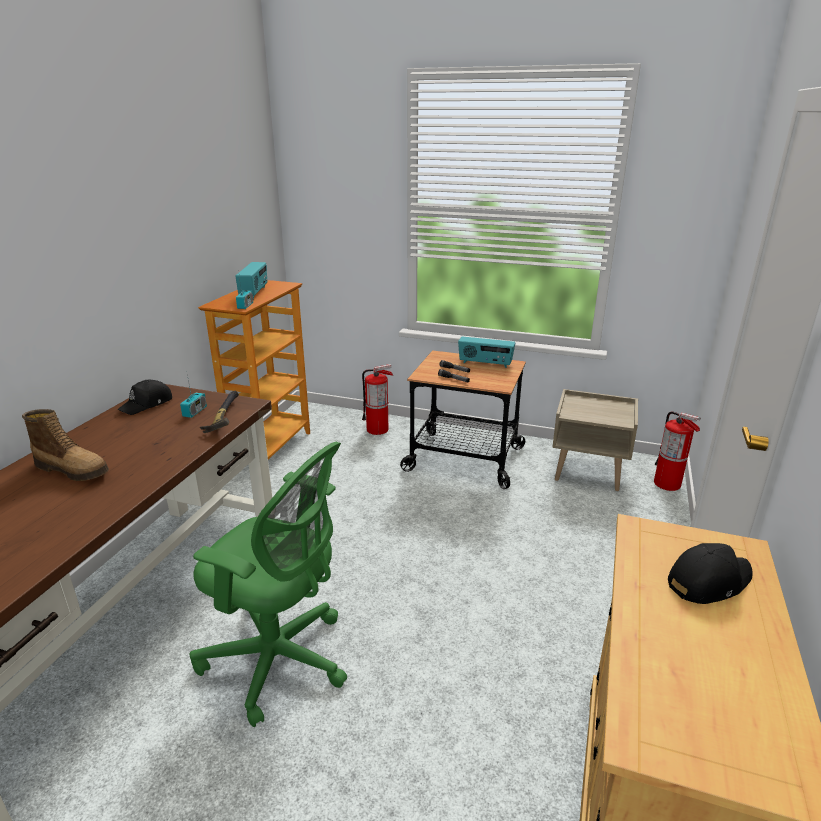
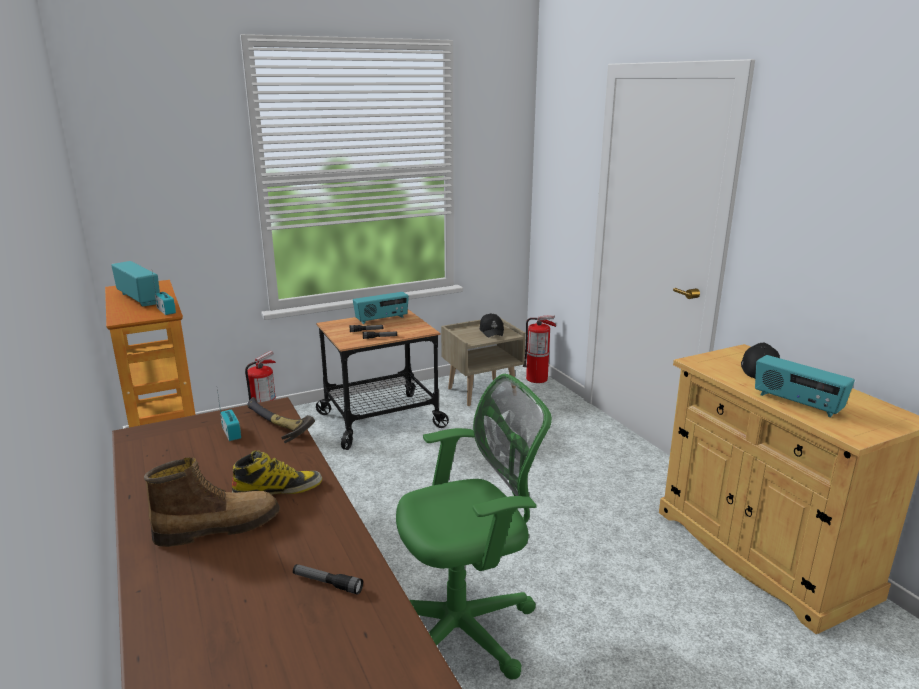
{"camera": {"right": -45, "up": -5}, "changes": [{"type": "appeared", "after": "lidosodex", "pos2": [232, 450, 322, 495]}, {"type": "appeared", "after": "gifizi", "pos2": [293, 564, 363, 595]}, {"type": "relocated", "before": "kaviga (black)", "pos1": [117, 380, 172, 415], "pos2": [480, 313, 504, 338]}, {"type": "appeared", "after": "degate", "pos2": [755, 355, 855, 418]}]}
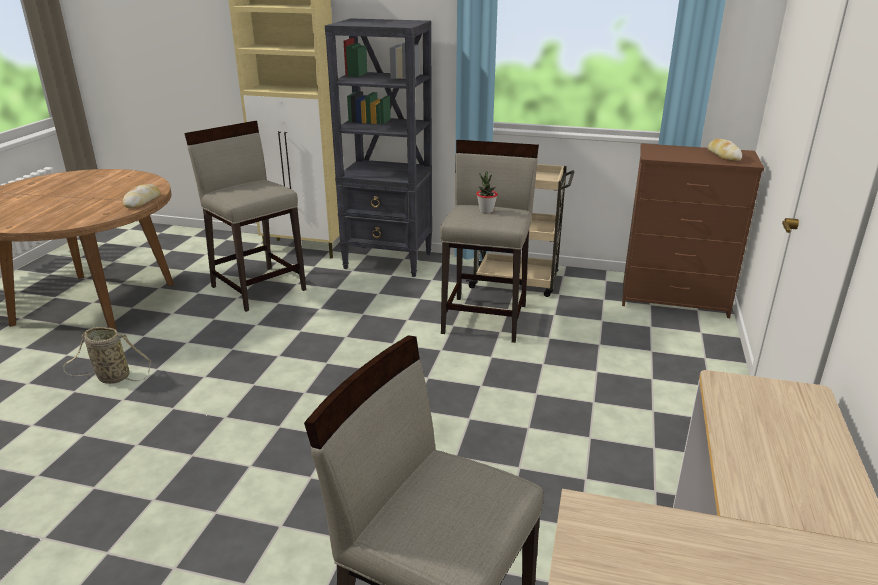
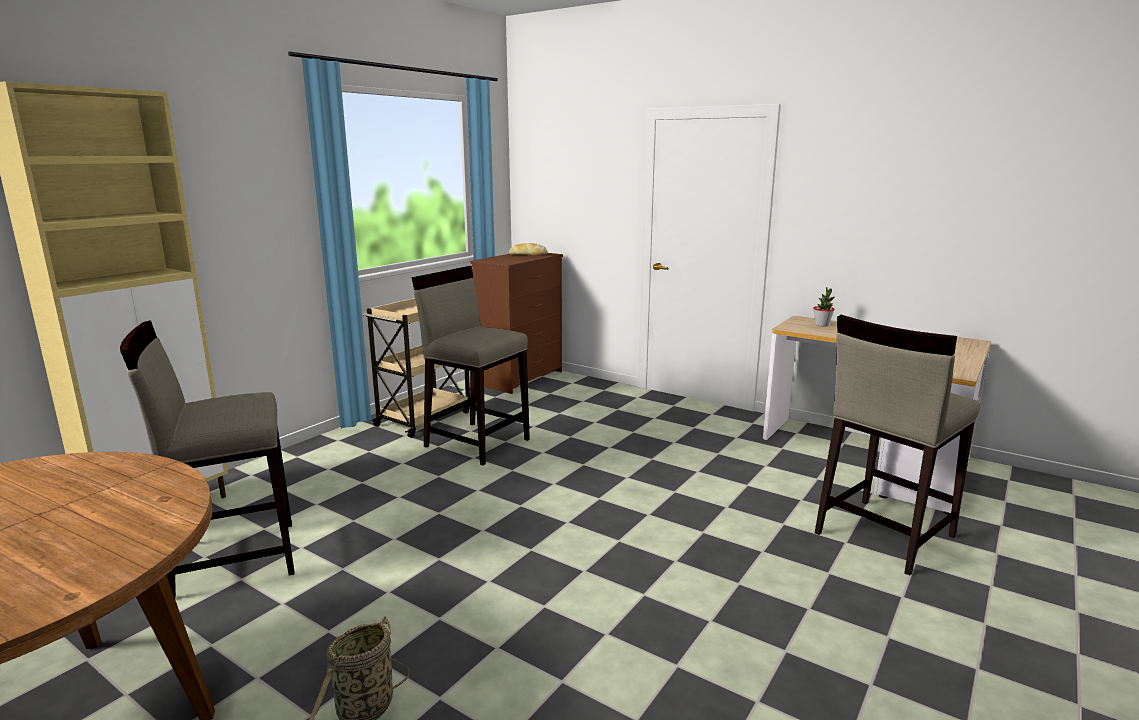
{"camera": {"right": -70, "up": -10}, "changes": [{"type": "relocated", "before": "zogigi", "pos1": [476, 172, 498, 213], "pos2": [813, 287, 835, 327]}, {"type": "missing", "before": "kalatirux", "pos1": [123, 184, 161, 208]}, {"type": "missing", "before": "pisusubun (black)", "pos1": [325, 18, 432, 277]}]}
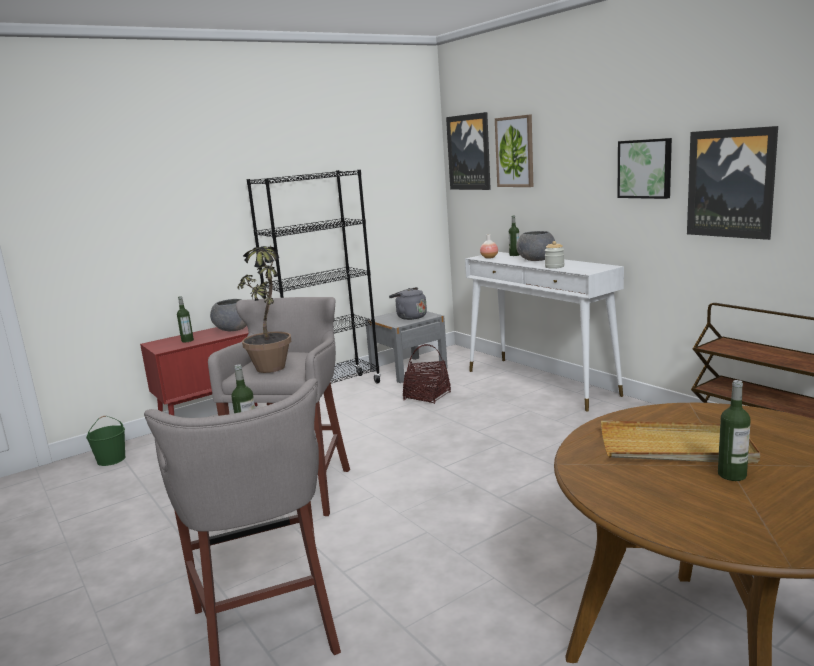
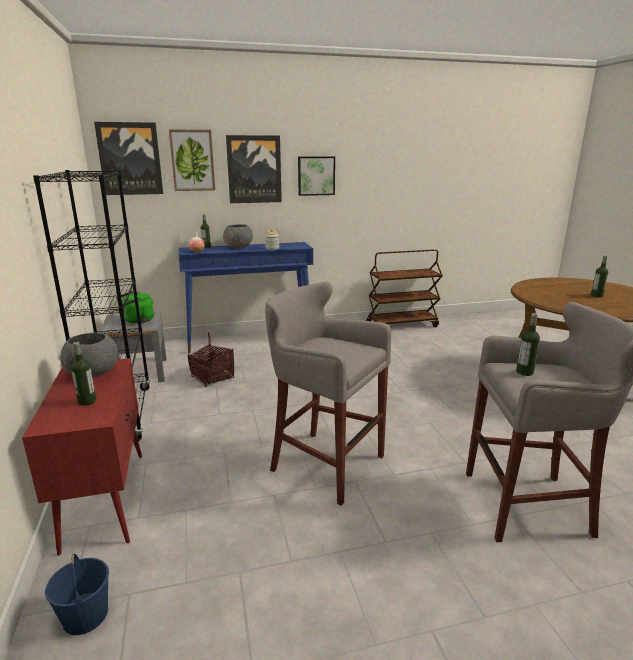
{"camera": {"right": -70, "up": 5}, "changes": [{"type": "colour", "before": "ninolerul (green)", "after": "ninolerul (blue)", "pos1": [86, 416, 126, 466], "pos2": [45, 554, 109, 635]}, {"type": "colour", "before": "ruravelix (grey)", "after": "ruravelix (green)", "pos1": [389, 287, 427, 320], "pos2": [116, 291, 154, 323]}, {"type": "colour", "before": "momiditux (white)", "after": "momiditux (blue)", "pos1": [465, 252, 624, 411], "pos2": [179, 242, 313, 353]}, {"type": "relocated", "before": "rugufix", "pos1": [687, 126, 778, 240], "pos2": [226, 135, 282, 203]}, {"type": "missing", "before": "zogigi", "pos1": [238, 246, 291, 373]}, {"type": "missing", "before": "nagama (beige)", "pos1": [601, 421, 760, 464]}]}
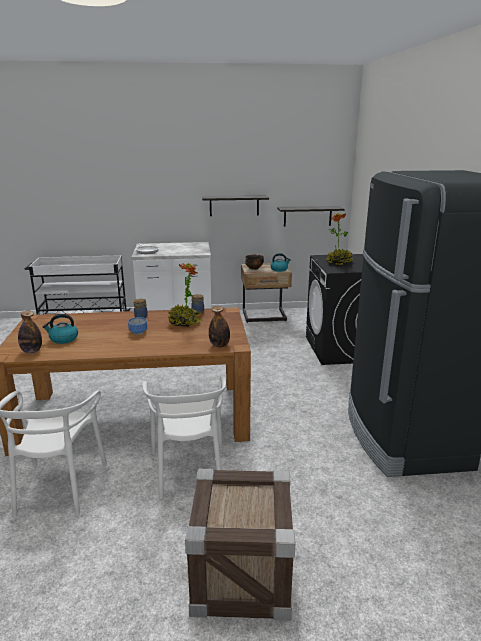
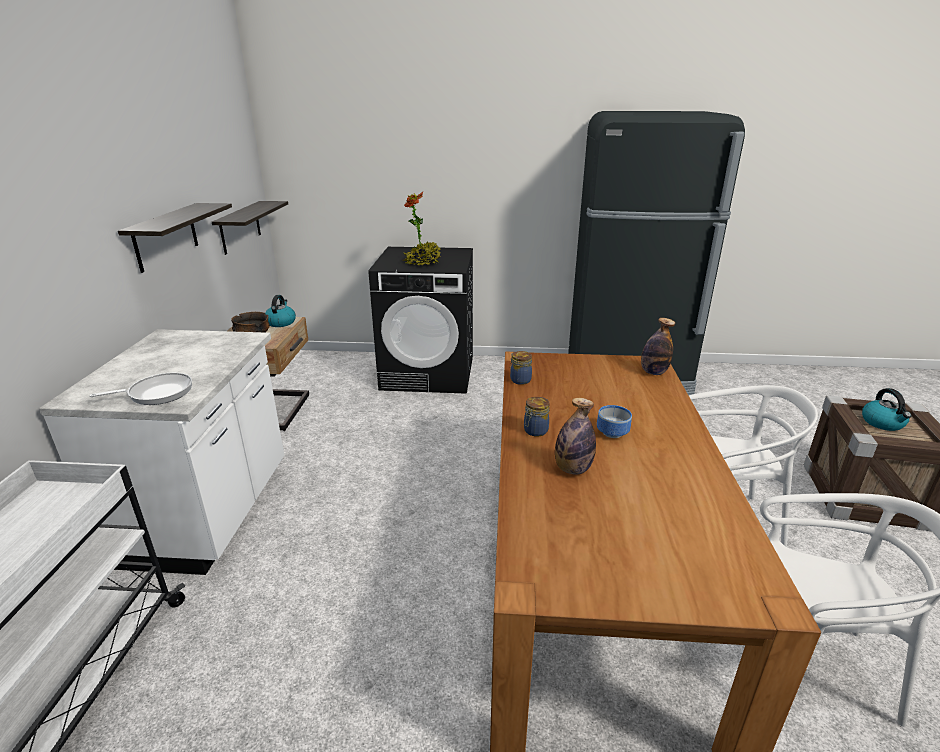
{"camera": {"right": -80, "up": 5}, "changes": [{"type": "relocated", "before": "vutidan", "pos1": [18, 311, 42, 353], "pos2": [555, 398, 596, 474]}, {"type": "relocated", "before": "ruravelix", "pos1": [43, 314, 78, 344], "pos2": [862, 388, 912, 431]}, {"type": "missing", "before": "zogigi", "pos1": [168, 263, 202, 327]}]}
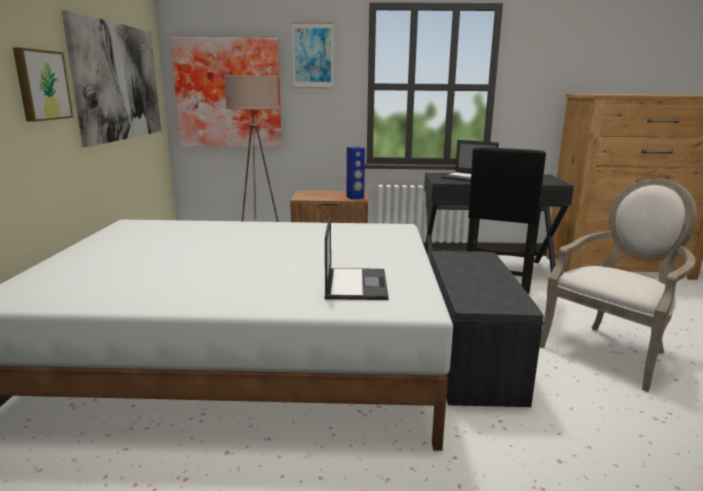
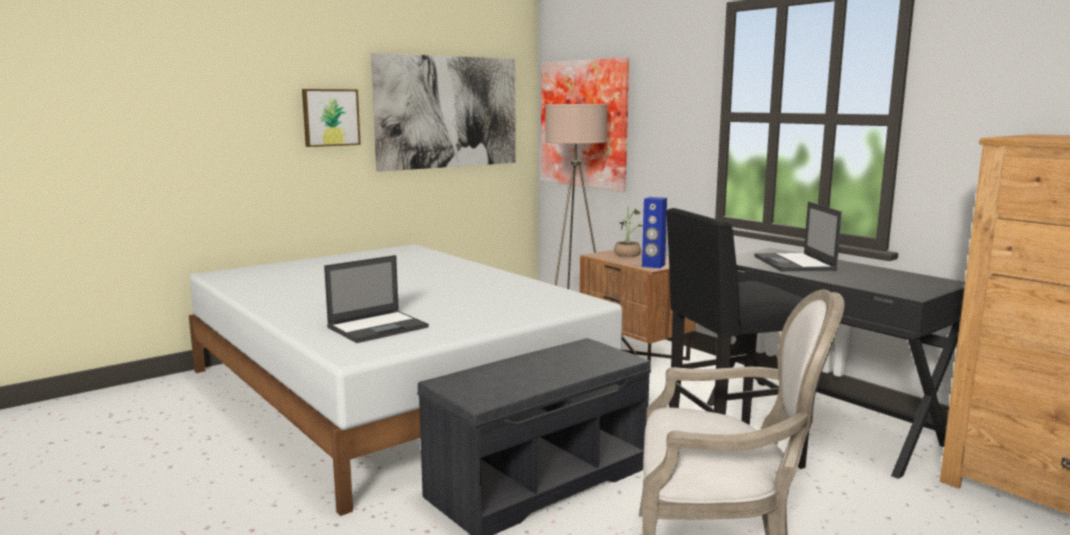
{"camera": {"right": 50, "up": -5}, "changes": [{"type": "appeared", "after": "zogigi", "pos2": [614, 206, 643, 257]}, {"type": "missing", "before": "rugufix", "pos1": [292, 22, 333, 88]}]}
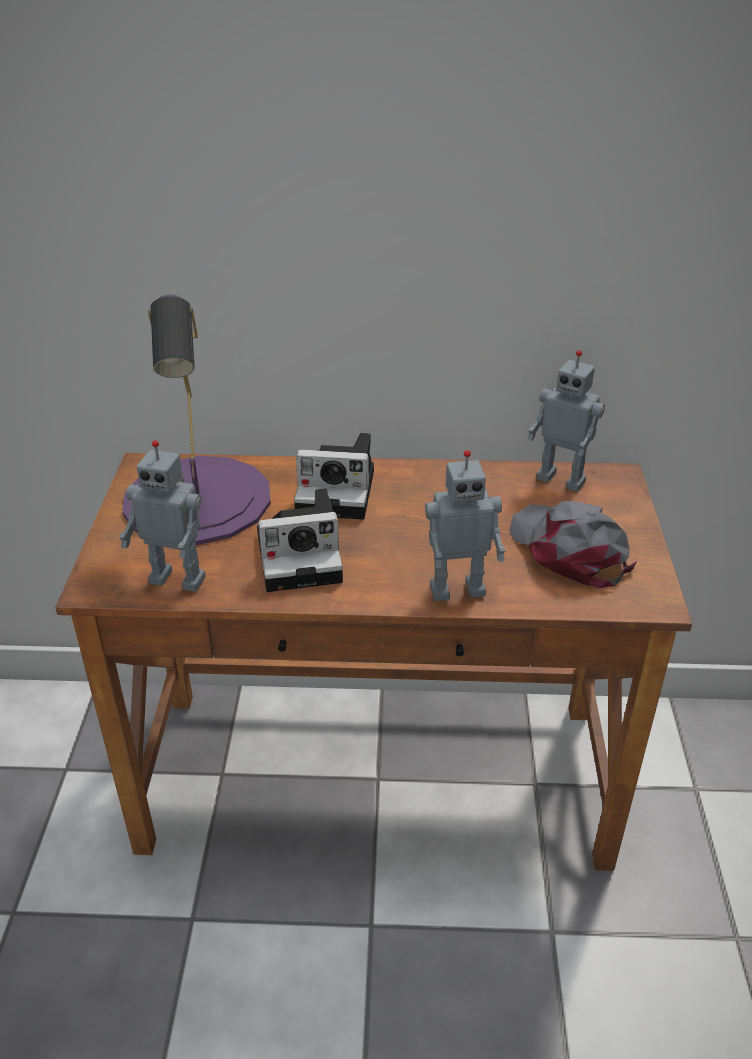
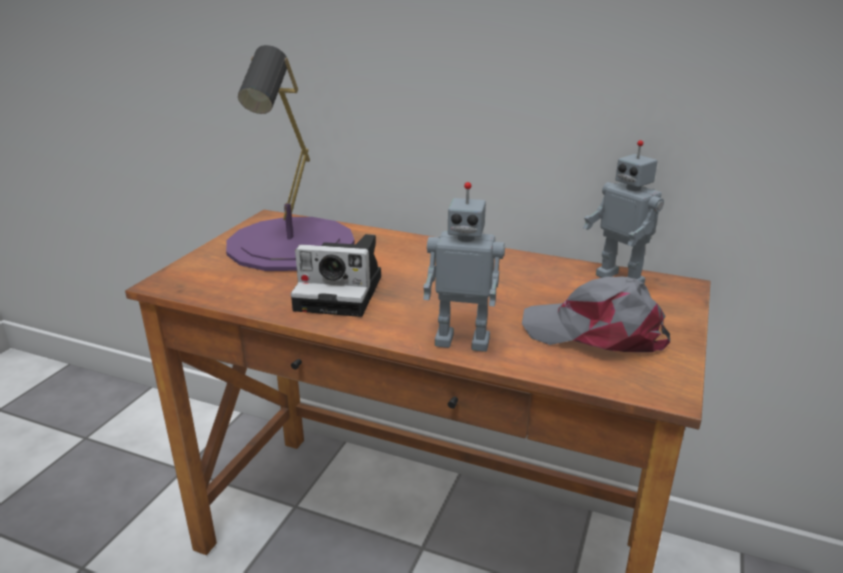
{"camera": {"right": 20, "up": -10}, "changes": [{"type": "spun", "before": "kaviga (grey)", "pos1": [509, 501, 637, 588], "pos2": [522, 276, 670, 352], "turn": -60}, {"type": "missing", "before": "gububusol", "pos1": [119, 440, 206, 592]}, {"type": "missing", "before": "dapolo", "pos1": [294, 433, 374, 520]}]}
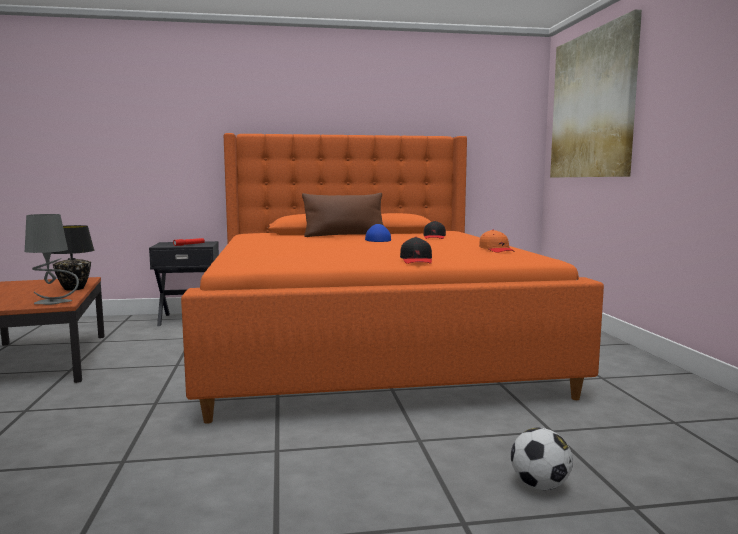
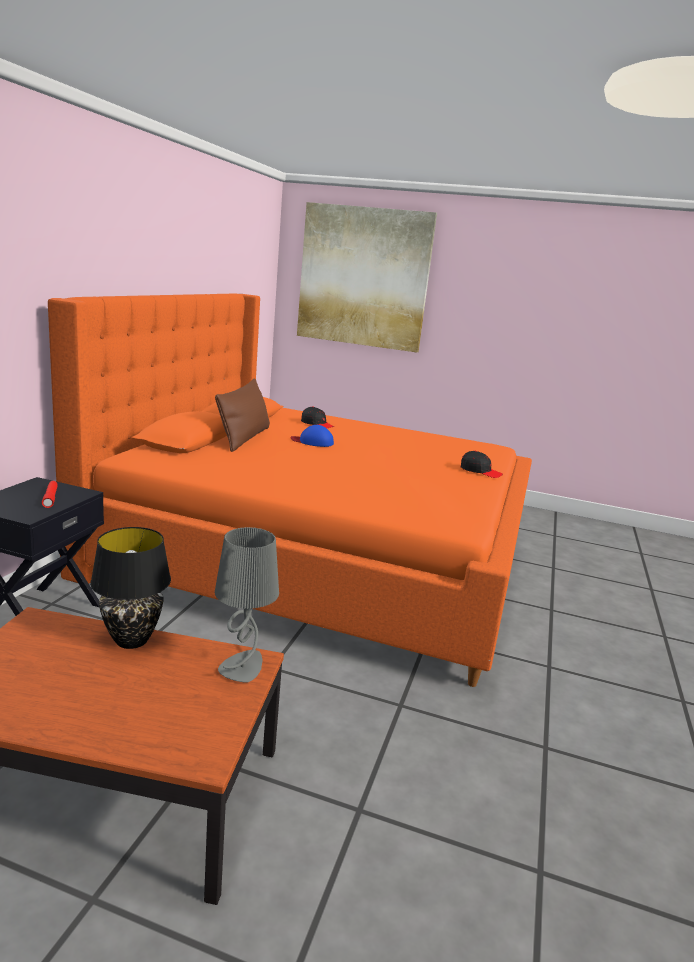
{"camera": {"right": -65, "up": 10}, "changes": [{"type": "missing", "before": "kaviga (orange)", "pos1": [479, 230, 515, 253]}, {"type": "missing", "before": "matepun", "pos1": [511, 428, 573, 490]}]}
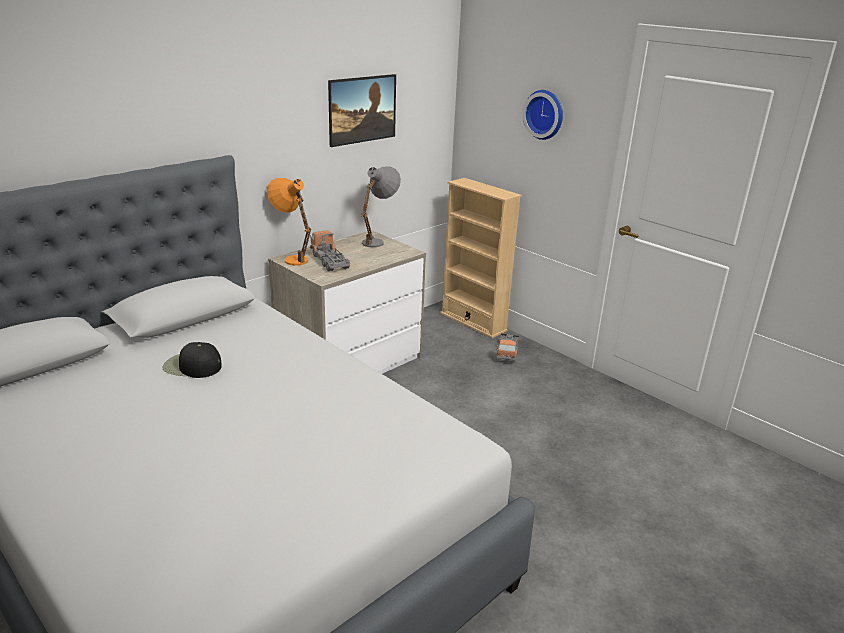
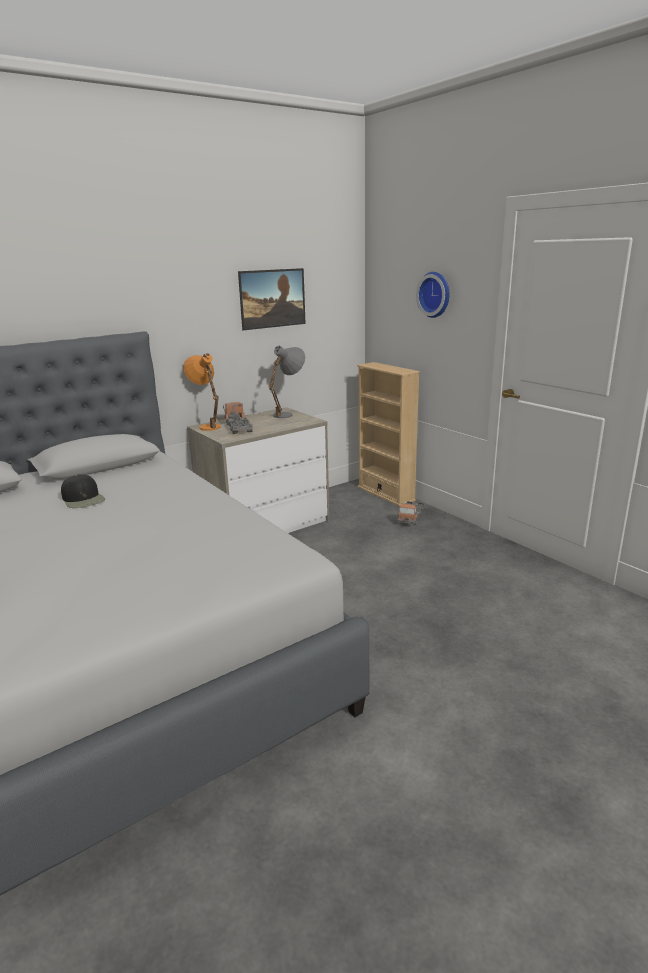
{"camera": {"right": 10, "up": -5}, "changes": [{"type": "spun", "before": "kaviga (black)", "pos1": [162, 342, 222, 378], "pos2": [61, 474, 105, 508], "turn": -150}]}
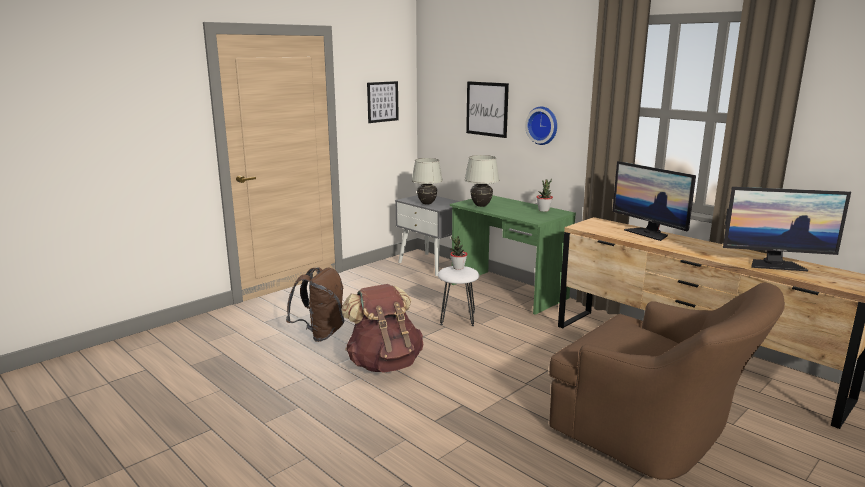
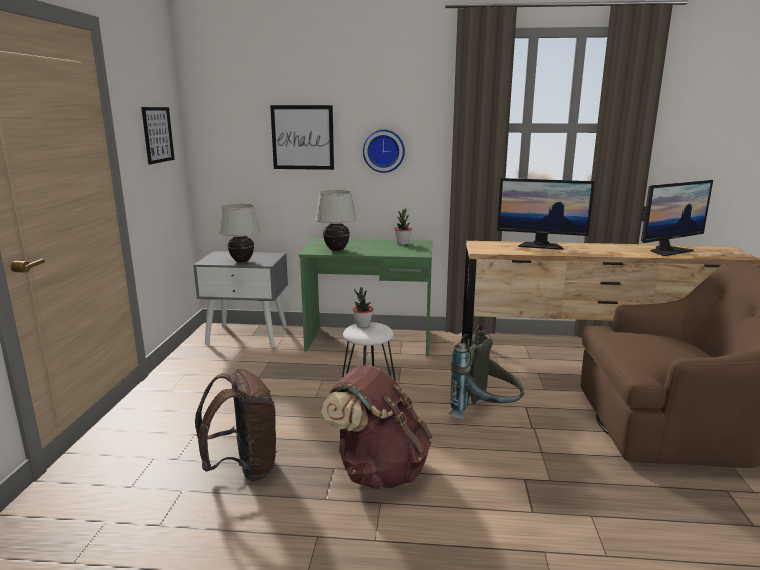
{"camera": {"right": -40, "up": 0}, "changes": [{"type": "appeared", "after": "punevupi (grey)", "pos2": [449, 325, 524, 419]}]}
